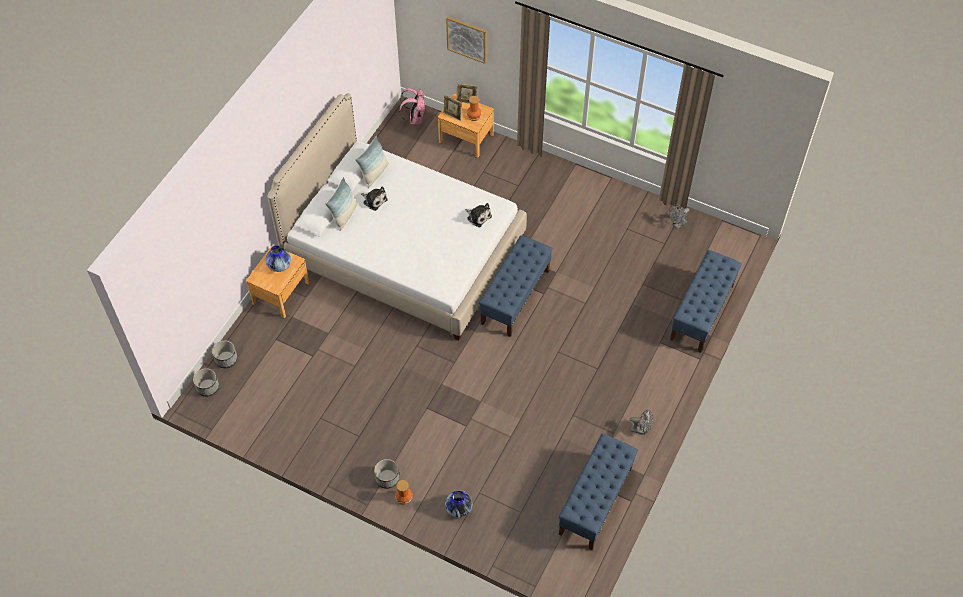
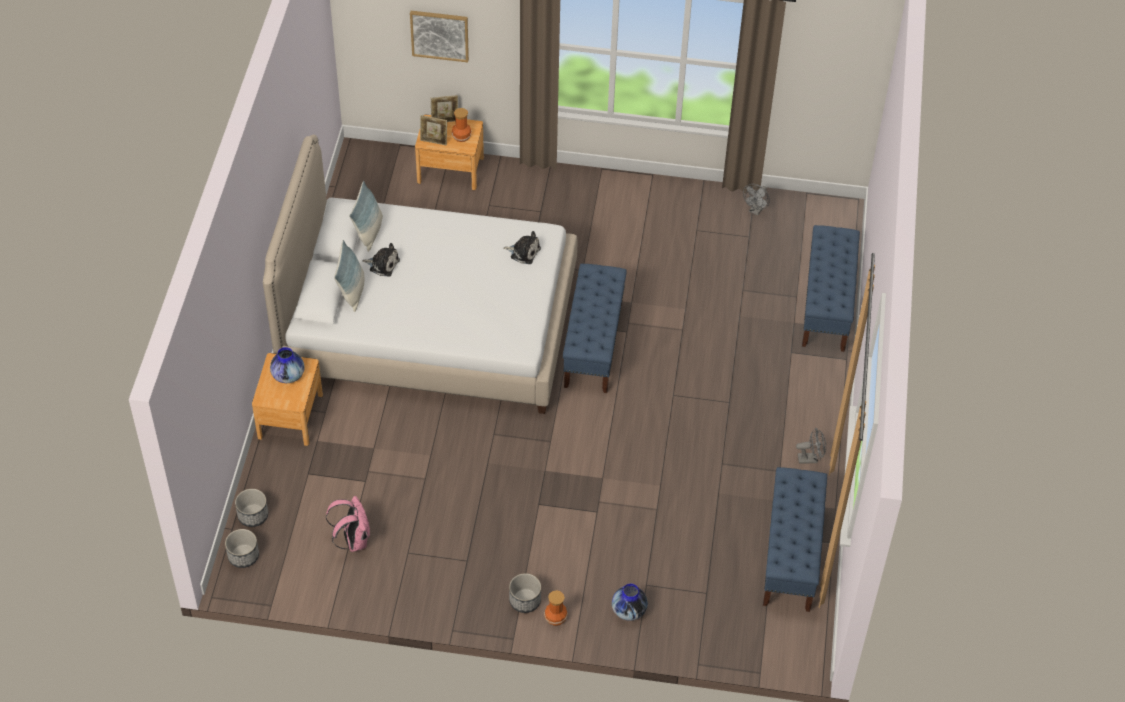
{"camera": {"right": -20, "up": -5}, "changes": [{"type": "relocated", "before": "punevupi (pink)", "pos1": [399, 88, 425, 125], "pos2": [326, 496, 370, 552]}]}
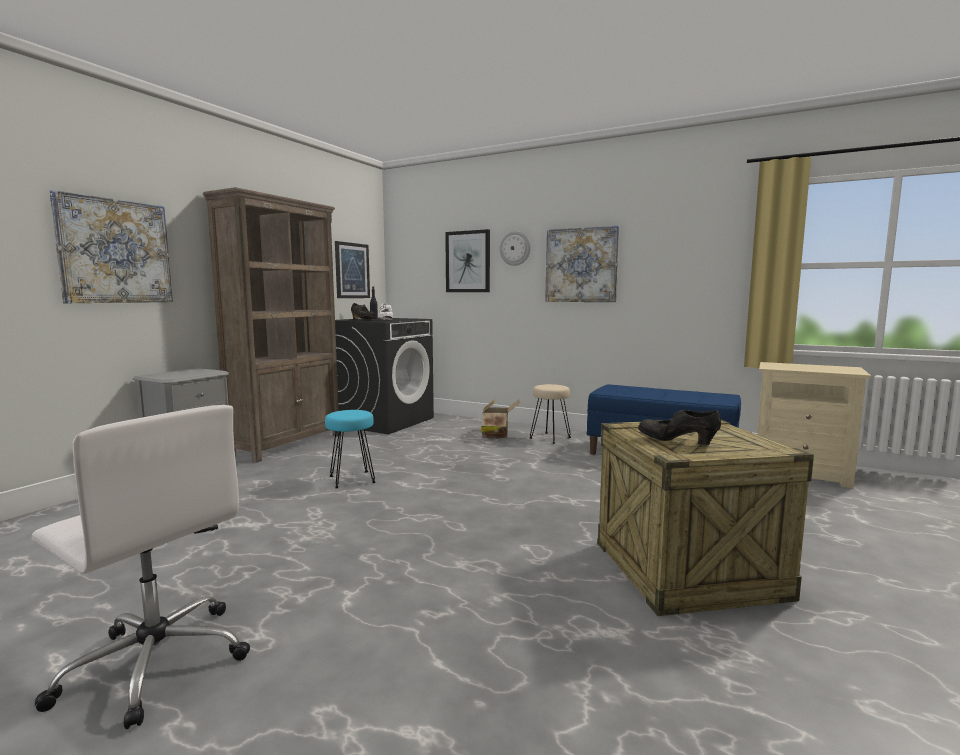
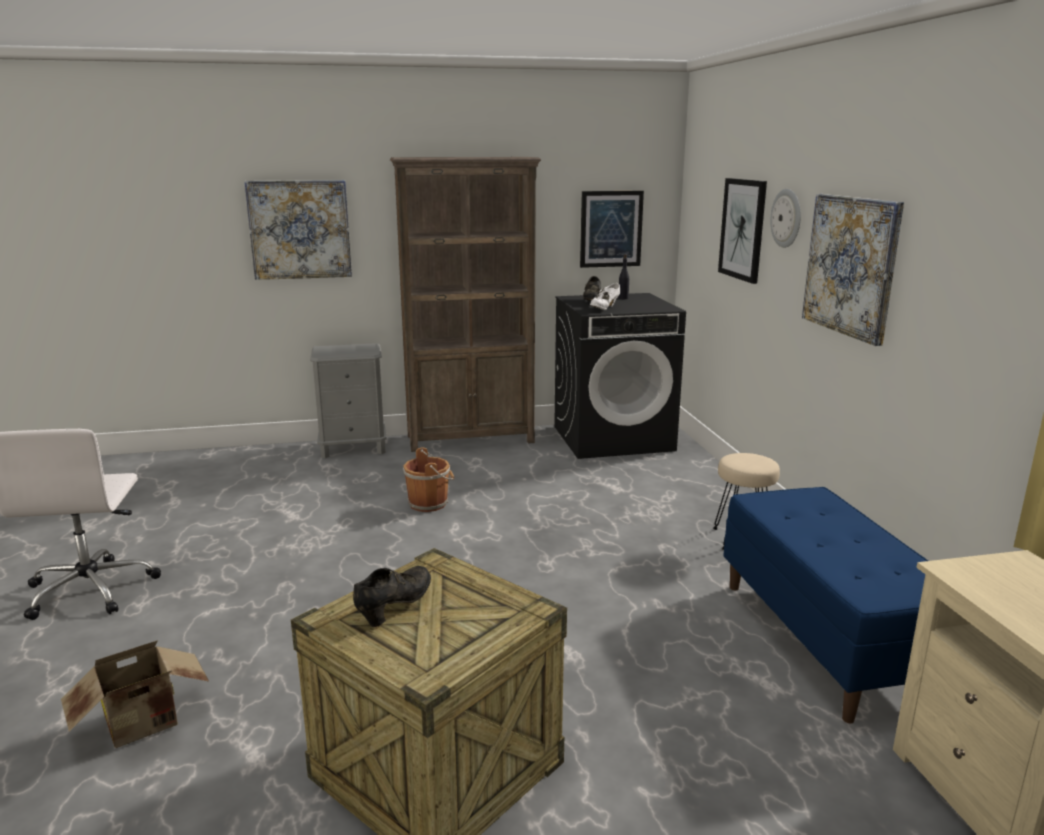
{"camera": {"right": 50, "up": 10}, "changes": [{"type": "relocated", "before": "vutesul", "pos1": [481, 399, 519, 439], "pos2": [61, 640, 209, 748]}, {"type": "spun", "before": "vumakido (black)", "pos1": [638, 410, 721, 446], "pos2": [353, 566, 431, 627], "turn": 45}, {"type": "exchanged", "before": "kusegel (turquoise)", "after": "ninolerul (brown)", "pos1": [325, 410, 376, 488], "pos2": [403, 447, 454, 512]}]}
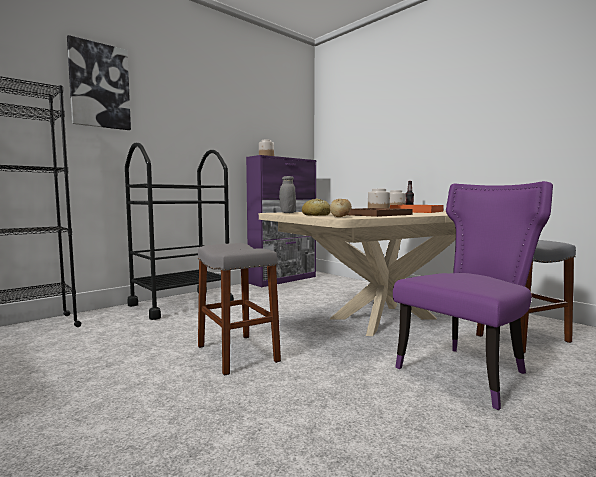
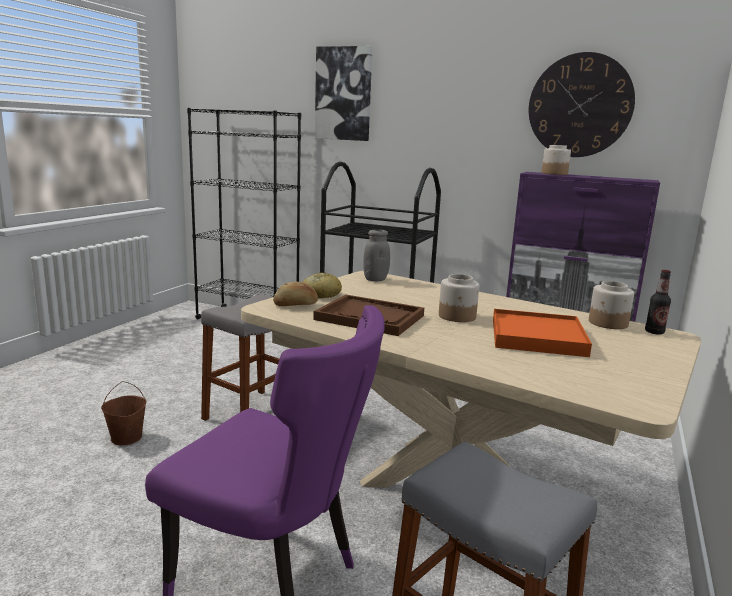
{"camera": {"right": 65, "up": 10}, "changes": [{"type": "appeared", "after": "ninolerul (brown)", "pos2": [101, 381, 146, 445]}, {"type": "appeared", "after": "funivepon", "pos2": [529, 52, 635, 157]}]}
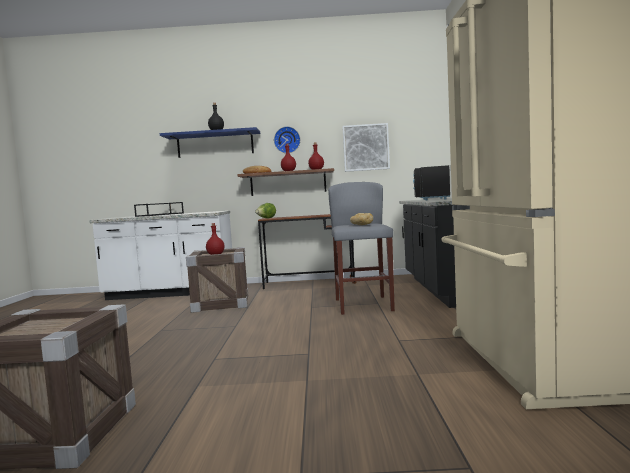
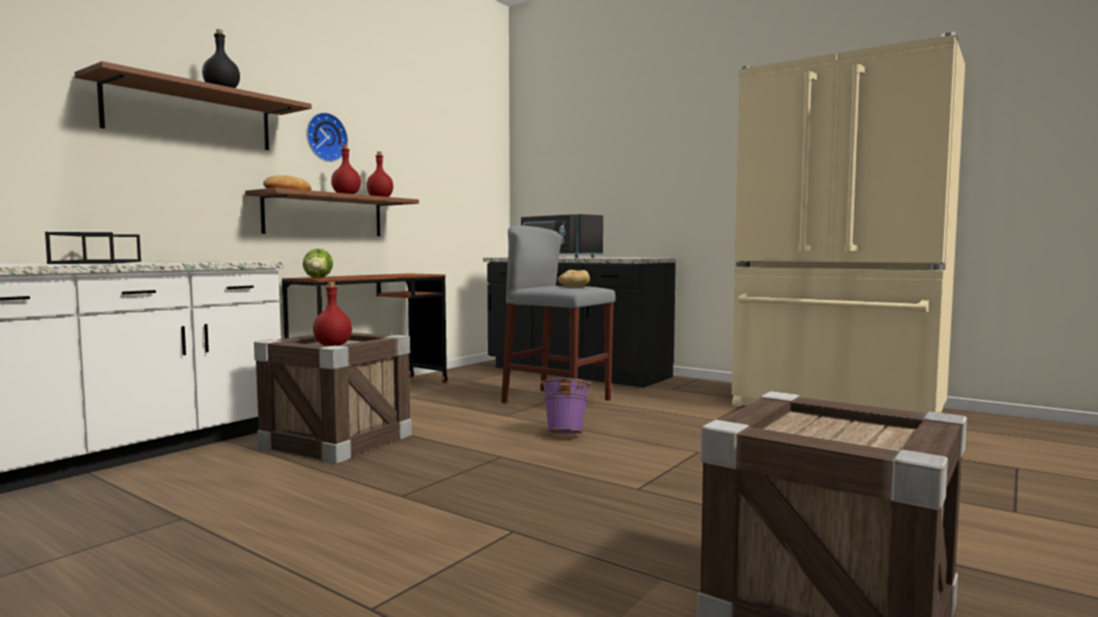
{"camera": {"right": -55, "up": 0}, "changes": [{"type": "colour", "before": "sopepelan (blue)", "after": "sopepelan (brown)", "pos1": [160, 127, 260, 158], "pos2": [74, 61, 312, 150]}, {"type": "appeared", "after": "ninolerul (purple)", "pos2": [540, 378, 592, 434]}, {"type": "missing", "before": "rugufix", "pos1": [342, 123, 390, 172]}]}
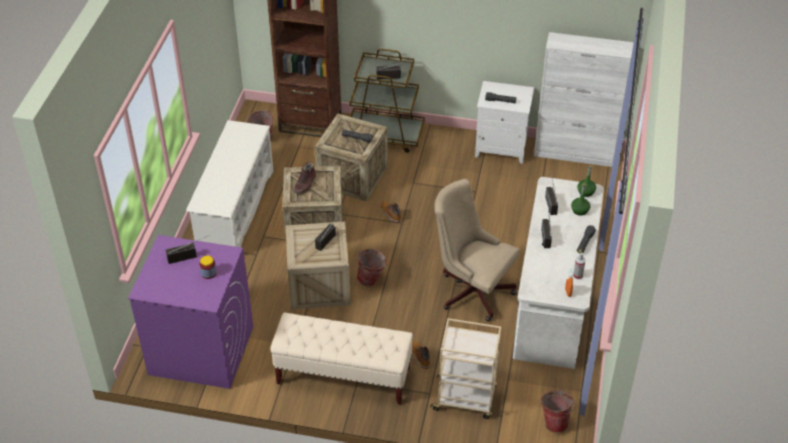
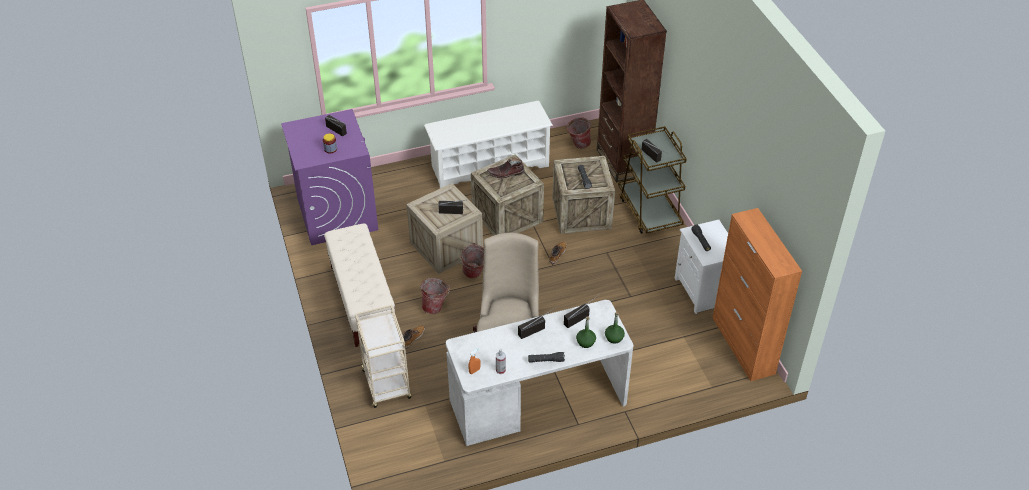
{"camera": {"right": 60, "up": 0}, "changes": [{"type": "relocated", "before": "ninolerul", "pos1": [541, 388, 576, 433], "pos2": [420, 278, 450, 314]}, {"type": "colour", "before": "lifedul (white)", "after": "lifedul (orange)", "pos1": [534, 32, 634, 167], "pos2": [713, 208, 802, 381]}]}
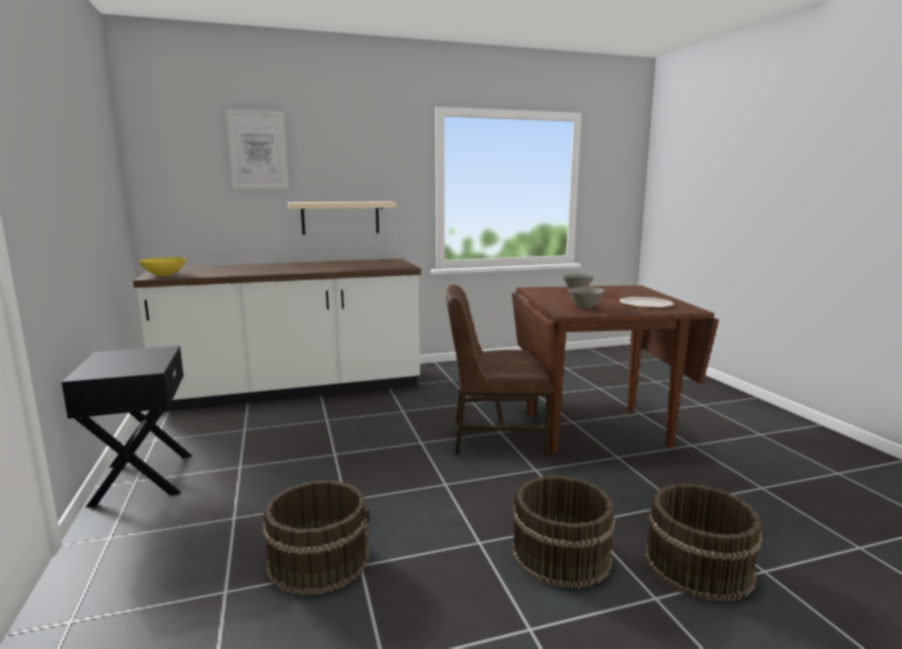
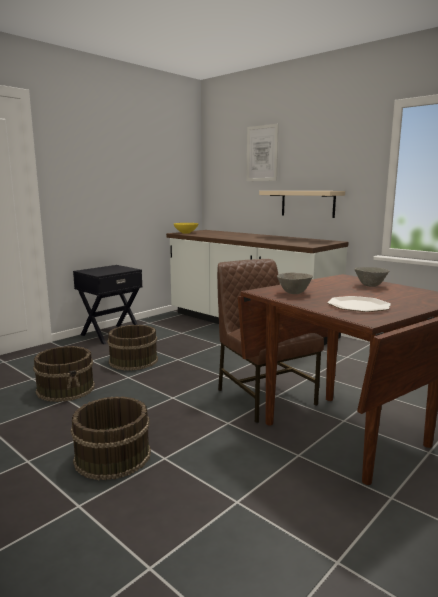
{"camera": {"right": 60, "up": 0}, "changes": [{"type": "relocated", "before": "ninolerul (brown)", "pos1": [645, 483, 762, 602], "pos2": [107, 325, 158, 371]}]}
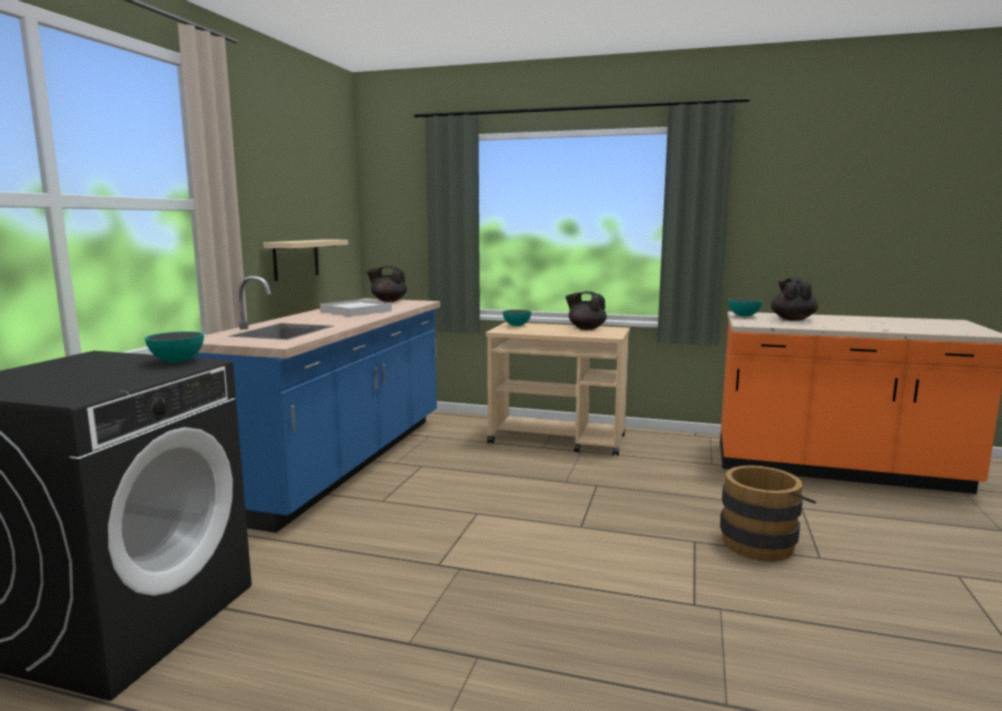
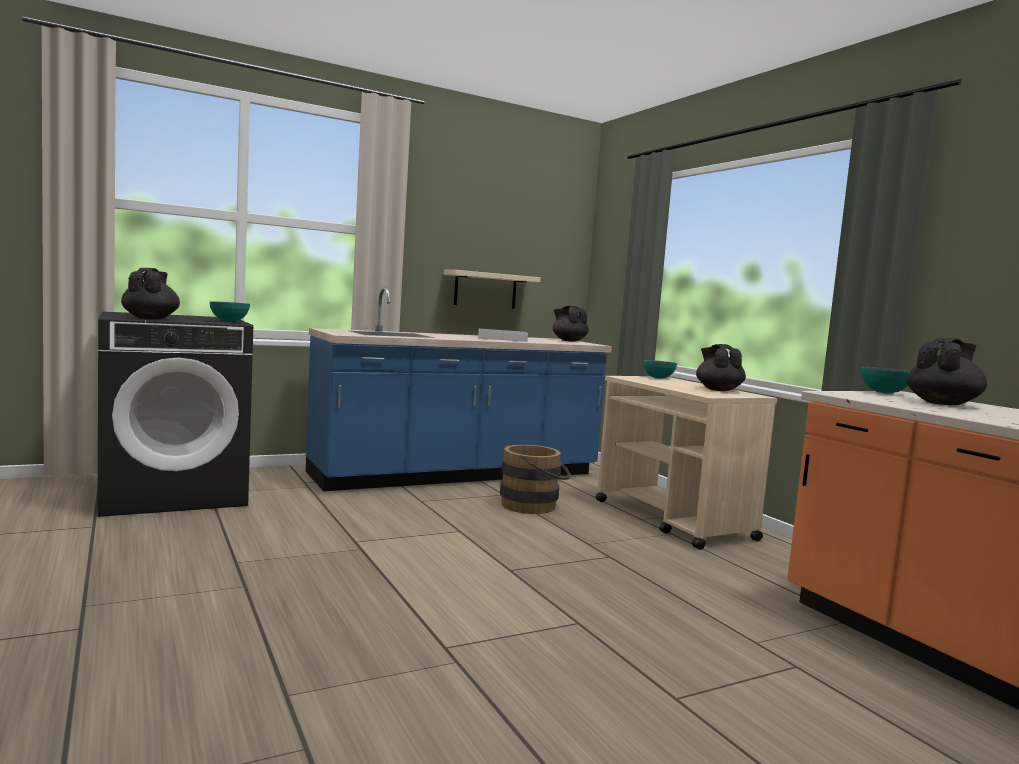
{"camera": {"right": 45, "up": -5}, "changes": [{"type": "appeared", "after": "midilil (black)", "pos2": [121, 268, 180, 319]}, {"type": "relocated", "before": "ninolerul (brown)", "pos1": [720, 465, 816, 561], "pos2": [500, 445, 571, 514]}]}
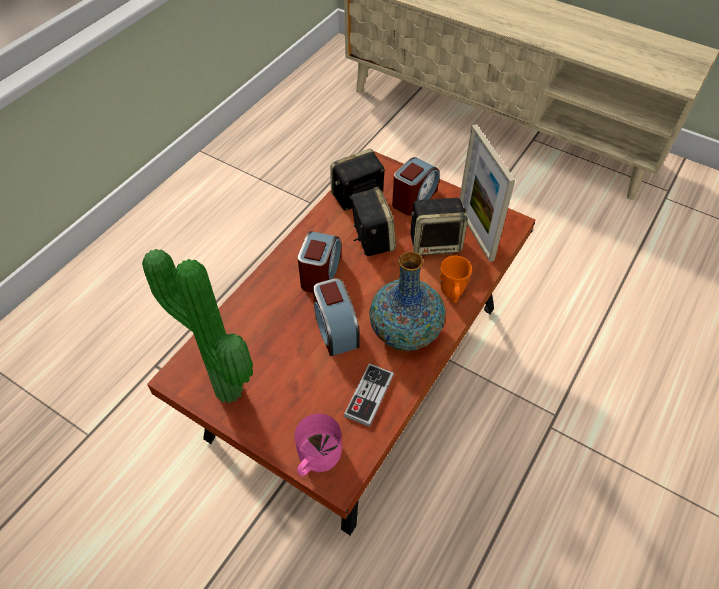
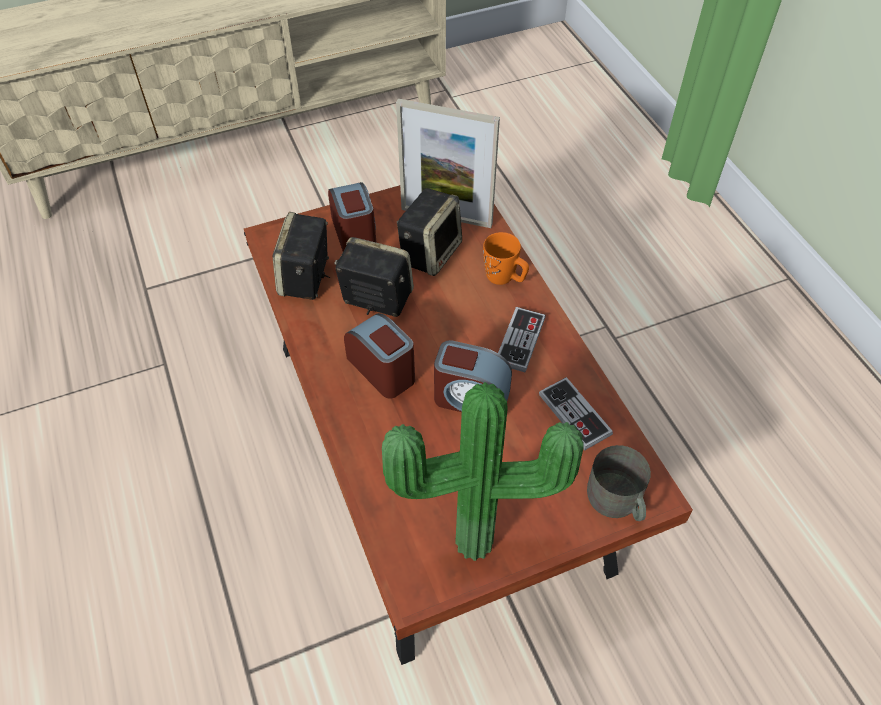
{"camera": {"right": -55, "up": 0}, "changes": [{"type": "exchanged", "before": "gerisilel", "after": "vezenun", "pos1": [369, 251, 446, 351], "pos2": [498, 307, 546, 372]}, {"type": "colour", "before": "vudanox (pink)", "after": "vudanox (grey)", "pos1": [294, 414, 342, 476], "pos2": [587, 445, 651, 521]}]}
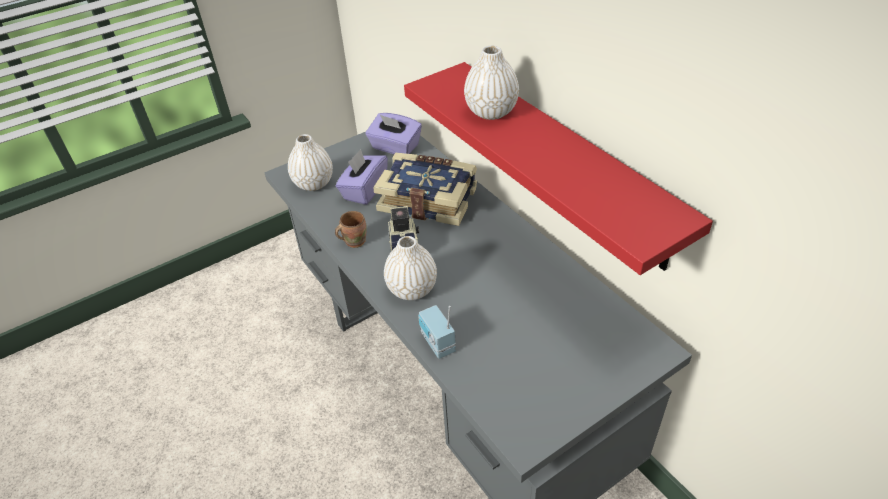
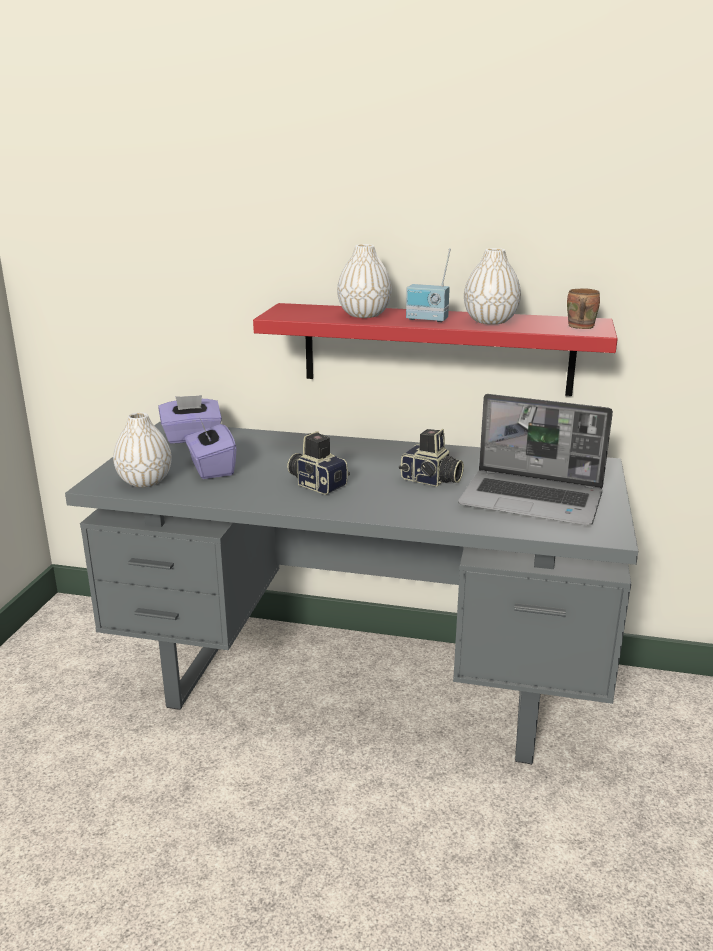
{"camera": {"right": -45, "up": -20}, "changes": [{"type": "appeared", "after": "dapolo", "pos2": [399, 429, 464, 487]}, {"type": "relocated", "before": "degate", "pos1": [418, 305, 456, 359], "pos2": [406, 248, 451, 322]}, {"type": "appeared", "after": "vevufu", "pos2": [458, 394, 613, 525]}, {"type": "relocated", "before": "gerisilel (white)", "pos1": [384, 236, 437, 300], "pos2": [464, 248, 521, 324]}, {"type": "relocated", "before": "vudanox (brown)", "pos1": [335, 211, 367, 248], "pos2": [567, 288, 600, 329]}, {"type": "missing", "before": "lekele", "pos1": [373, 153, 477, 226]}]}
